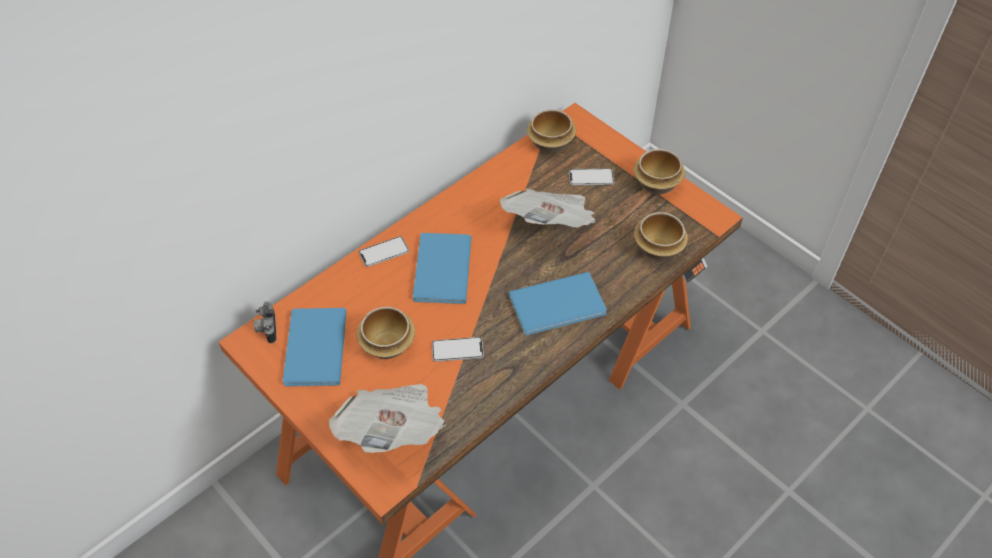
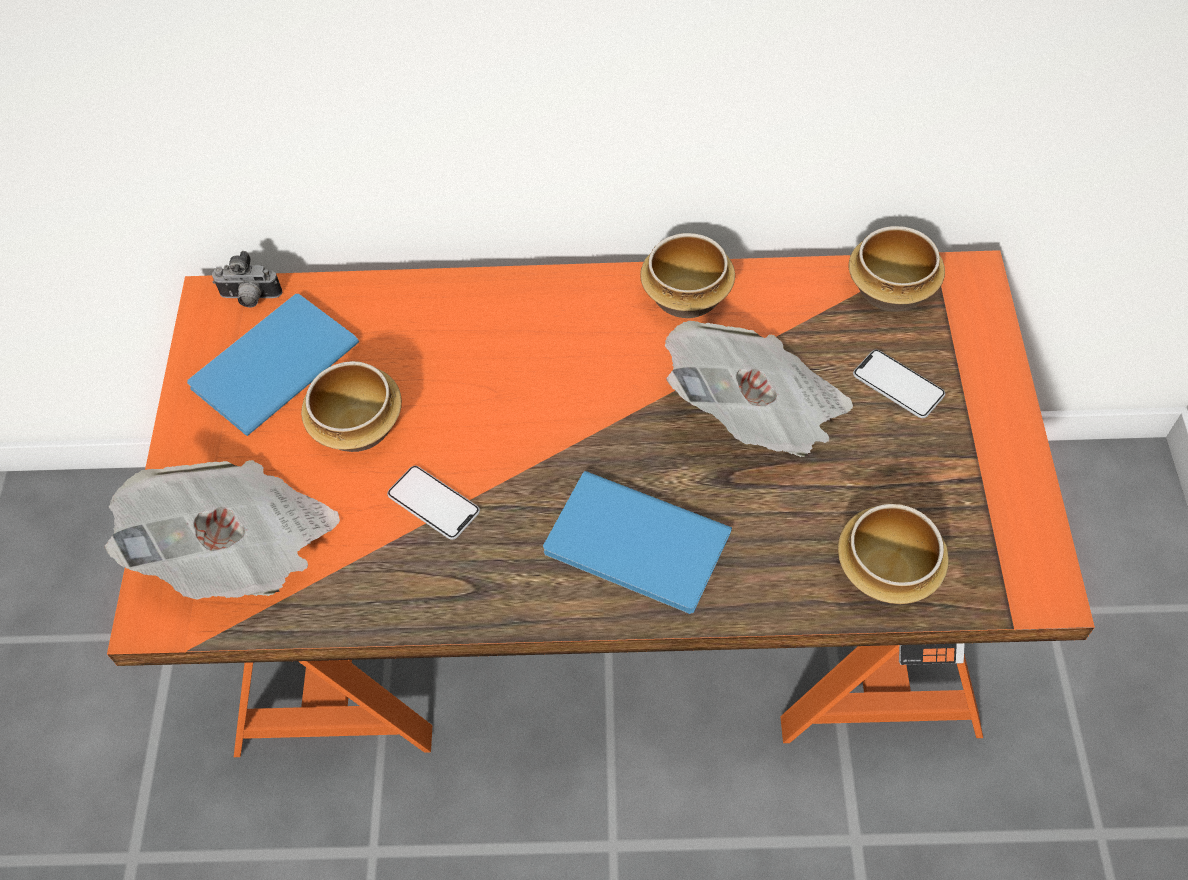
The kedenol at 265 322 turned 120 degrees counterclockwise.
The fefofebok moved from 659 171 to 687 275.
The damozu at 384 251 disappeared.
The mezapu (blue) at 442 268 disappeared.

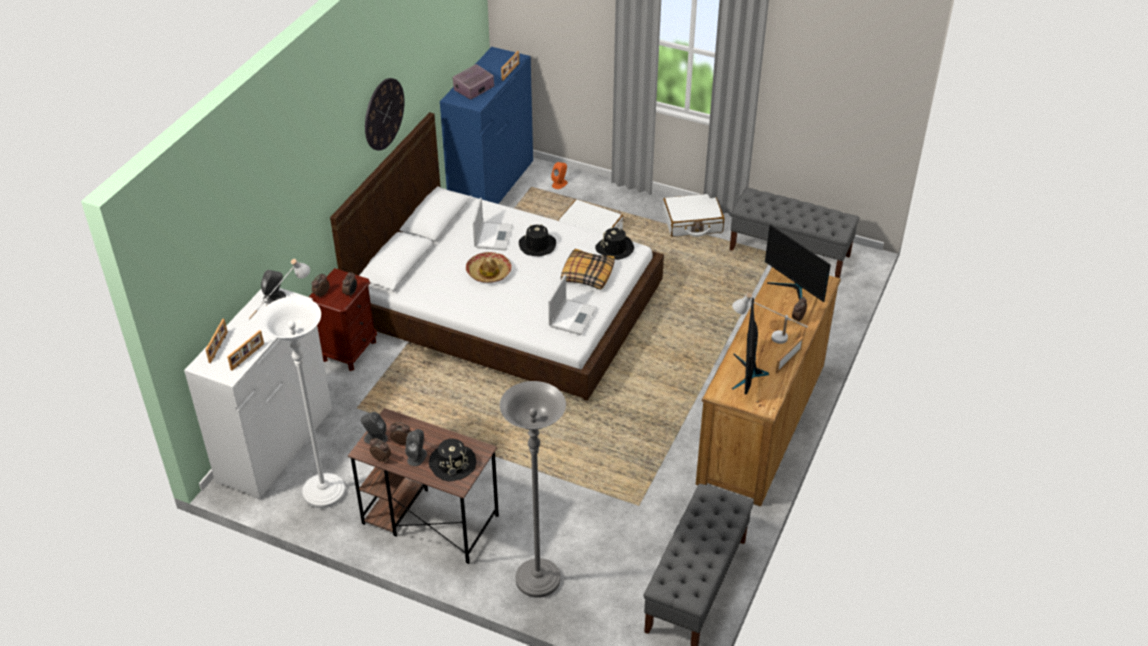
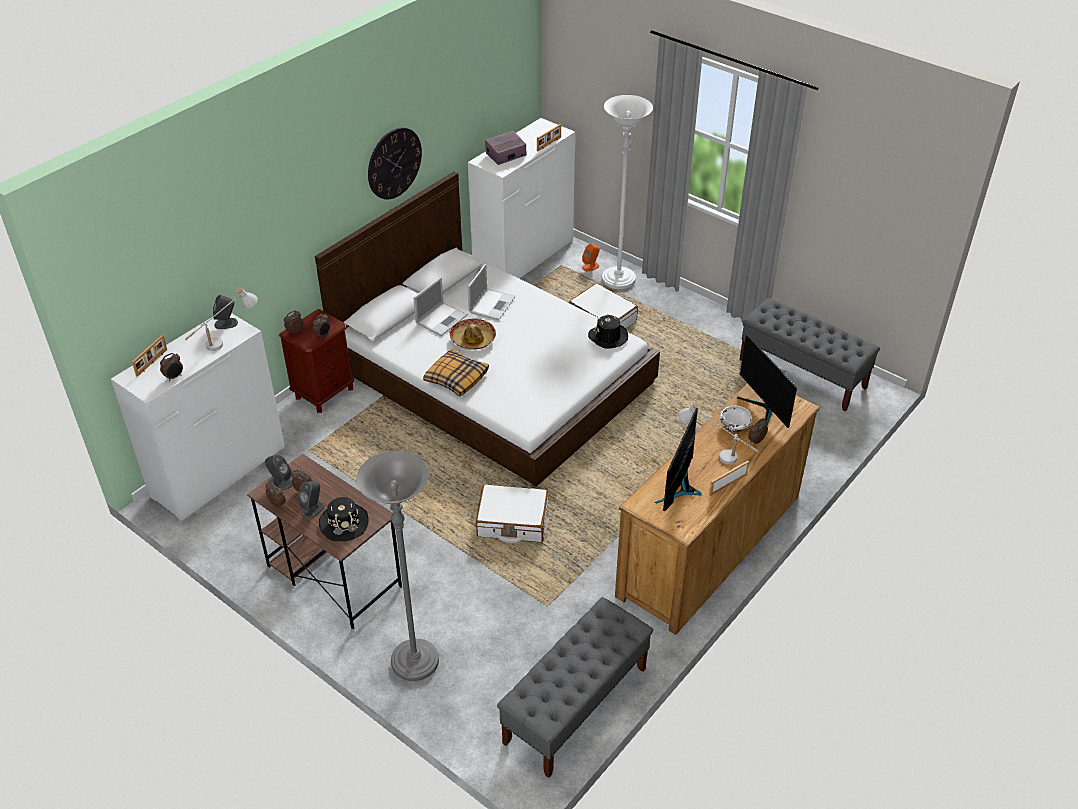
The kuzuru at 245 350 was replaced by the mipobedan at 171 367.
The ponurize moved from 572 304 to 440 306.
The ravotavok moved from 588 269 to 456 372.
The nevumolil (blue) at 486 125 became the nevumolil (white) at 521 198.
The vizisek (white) moved from 693 215 to 512 513.
The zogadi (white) moved from 302 402 to 627 192.
The fefofebok (white) at 736 419 appeared.
The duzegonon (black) at 537 240 disappeared.

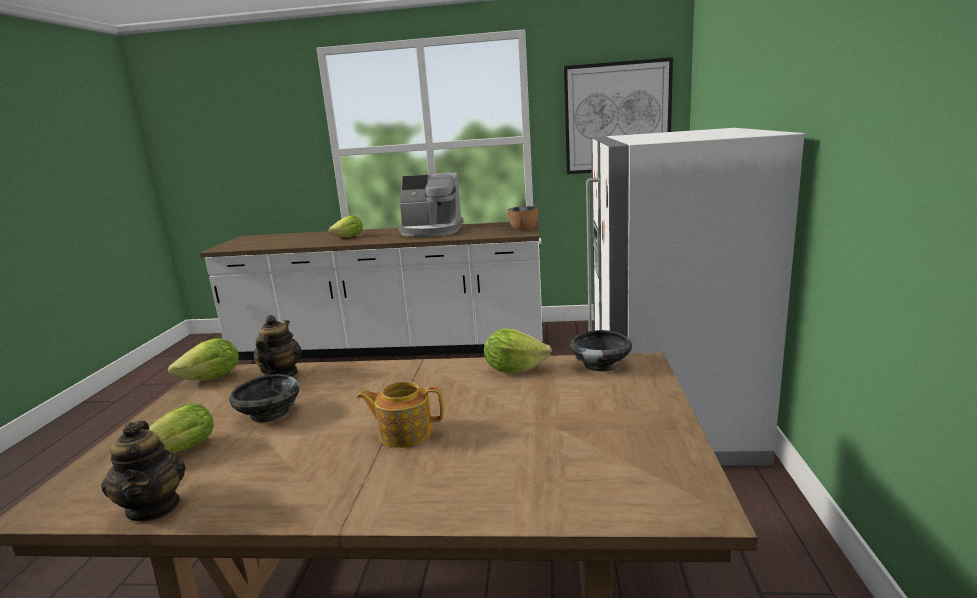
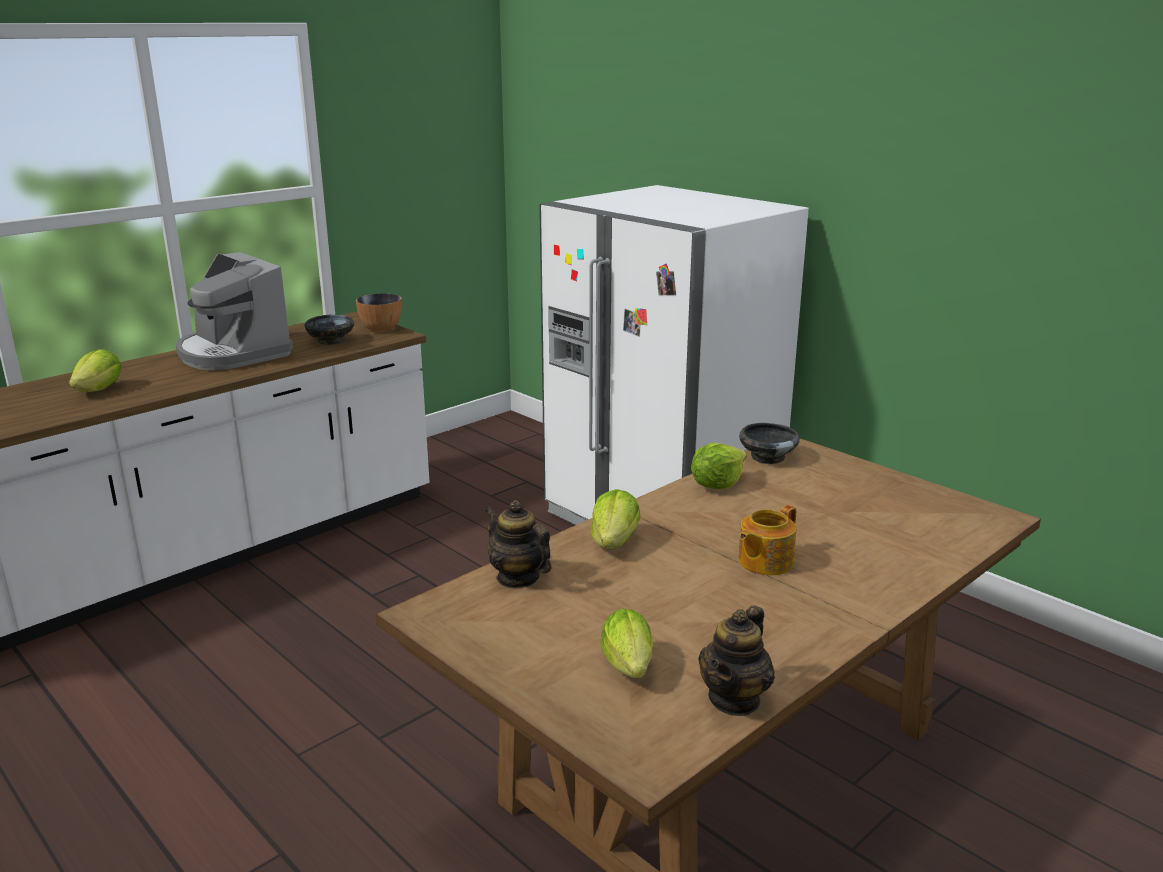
The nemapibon at 431 204 turned 90 degrees clockwise.
The fefofebok (black) moved from 264 398 to 329 330.
The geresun moved from 203 359 to 615 519.
The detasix at 143 471 turned 105 degrees clockwise.
The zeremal at 618 115 disappeared.

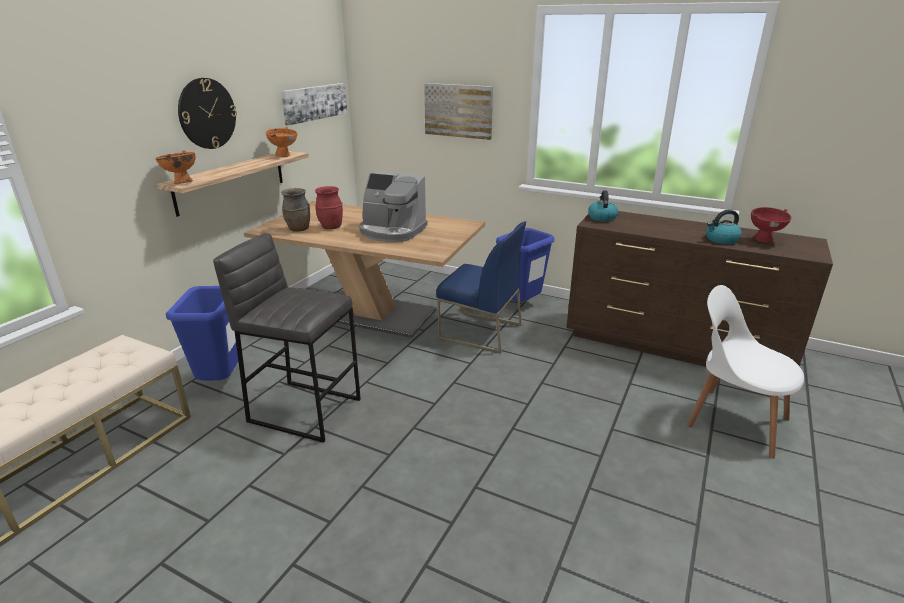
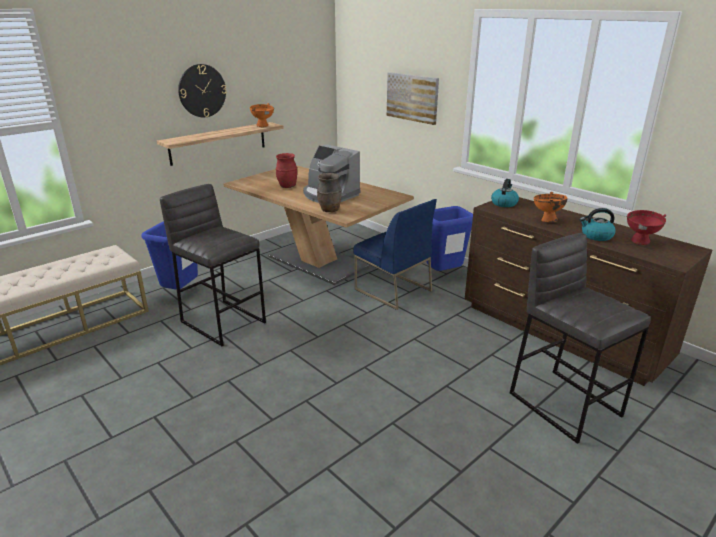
The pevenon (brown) moved from 295 210 to 329 192.
The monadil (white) at 745 372 was replaced by the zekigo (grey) at 580 338.
The fefofebok (orange) moved from 175 167 to 551 207.
The zeremal at 314 104 disappeared.

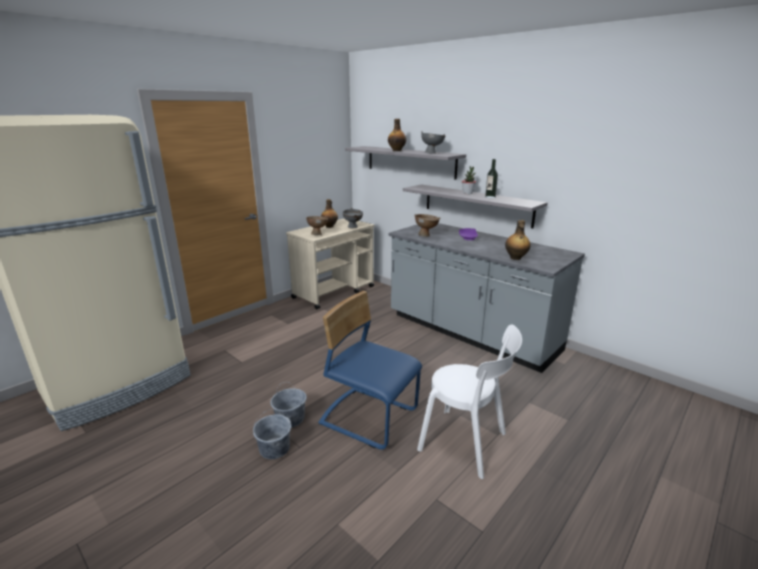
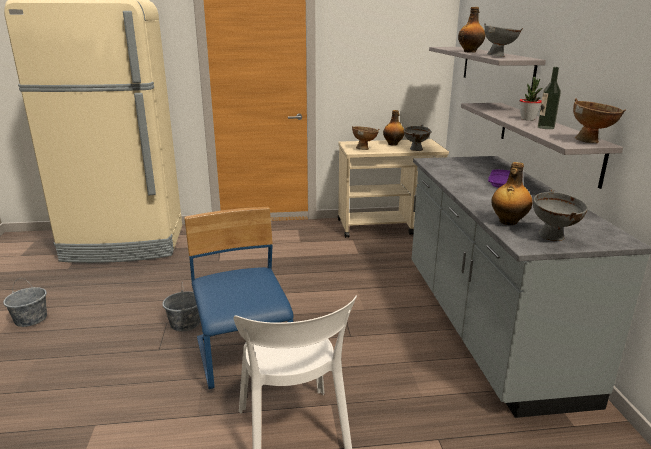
The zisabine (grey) moved from 272 434 to 25 302.
The fefofebok (grey) at 560 215 appeared.
The fefofebok (brown) moved from 428 225 to 599 120.

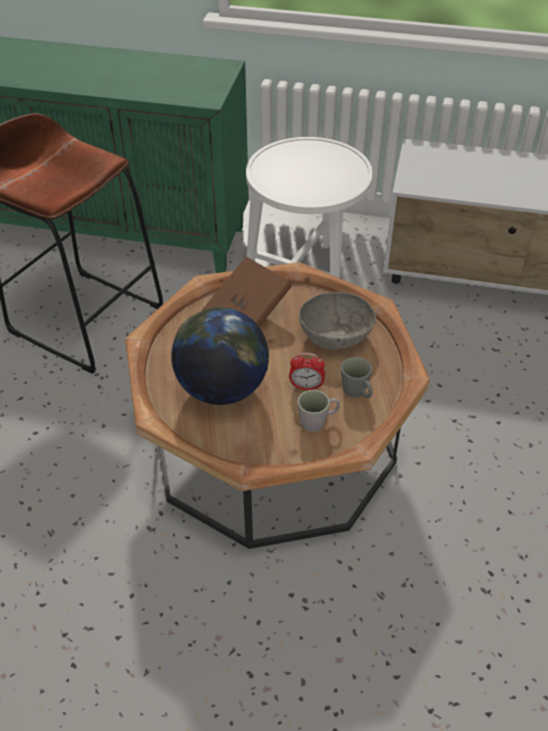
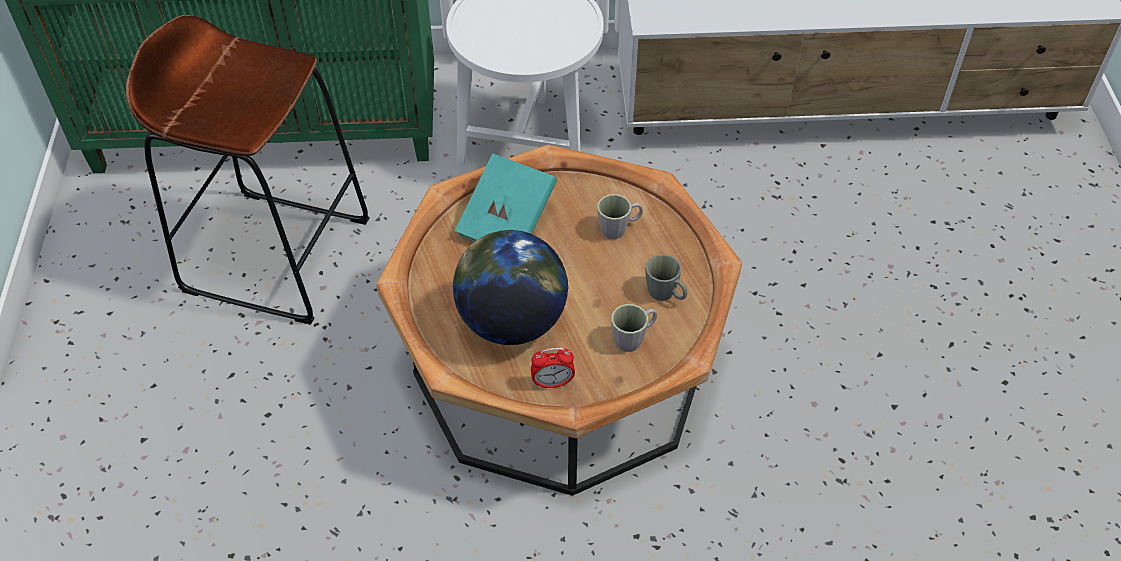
The mezapu (brown) at 246 291 became the mezapu (turquoise) at 506 197.
The mipobedan moved from 307 371 to 553 368.
The fefofebok (grey) at 337 321 was replaced by the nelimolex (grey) at 620 216.

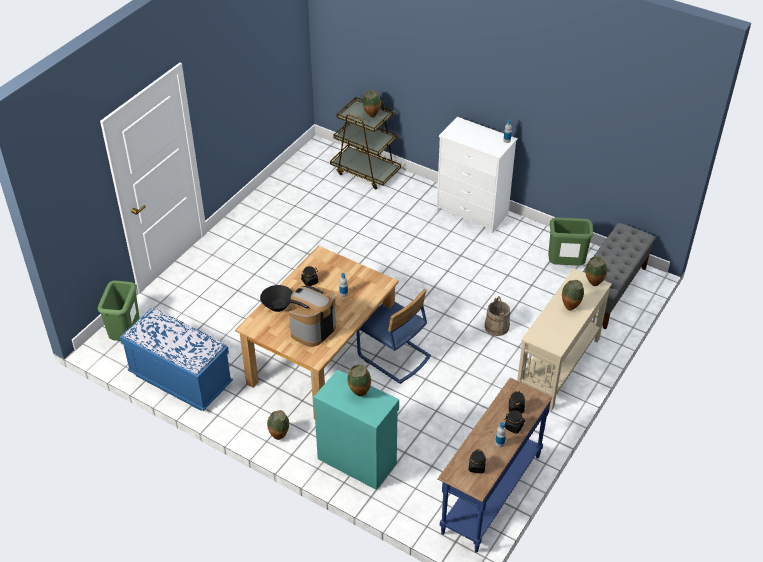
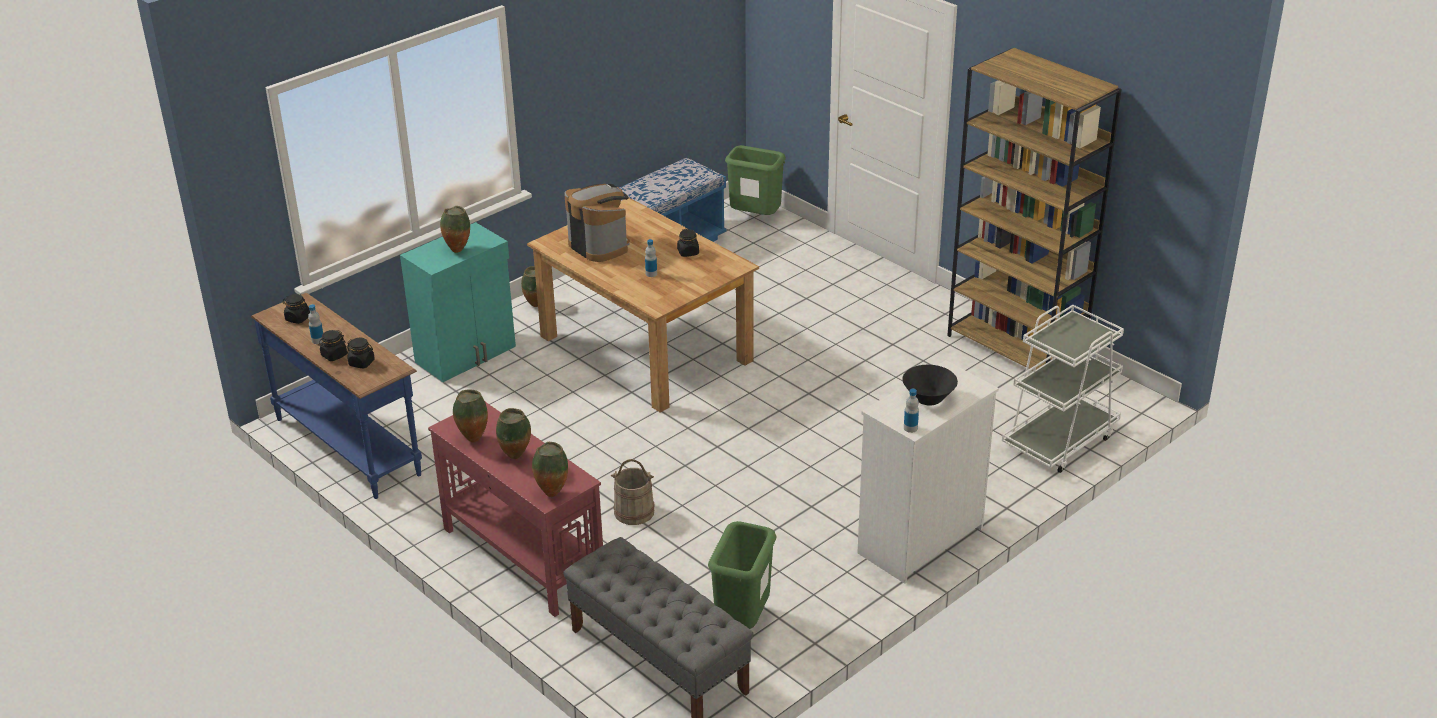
The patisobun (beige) at 564 339 became the patisobun (red) at 515 509.
The pevenon moved from 372 103 to 470 416.
The fefofebok (black) moved from 276 298 to 930 385.
The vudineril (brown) at 1034 209 appeared.
The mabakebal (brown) at 365 143 became the mabakebal (white) at 1063 389.
The monadil (blue) at 393 336 disappeared.

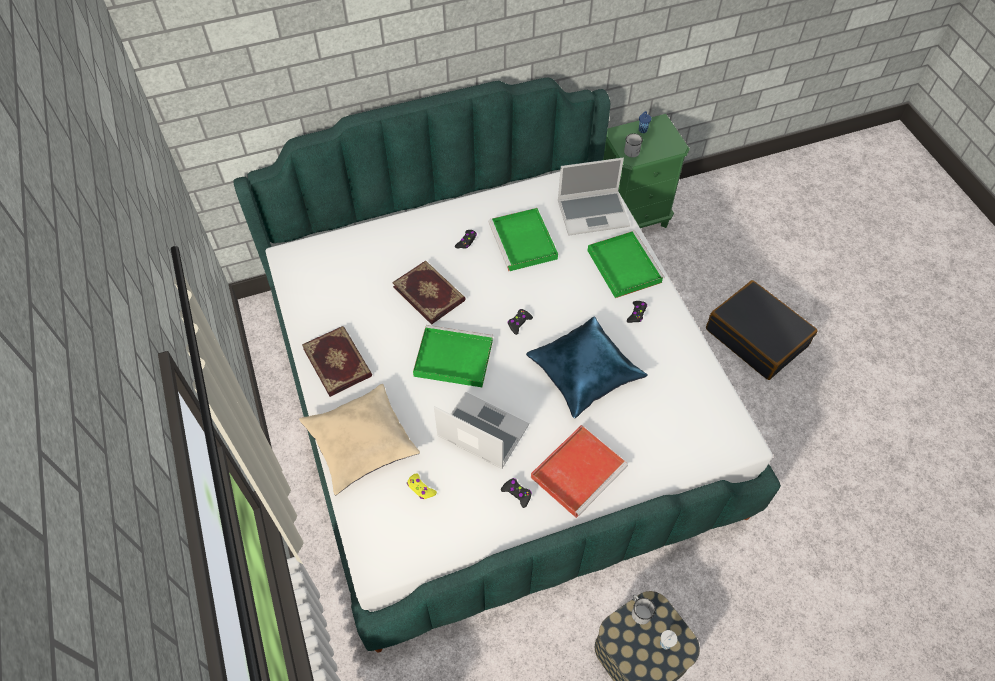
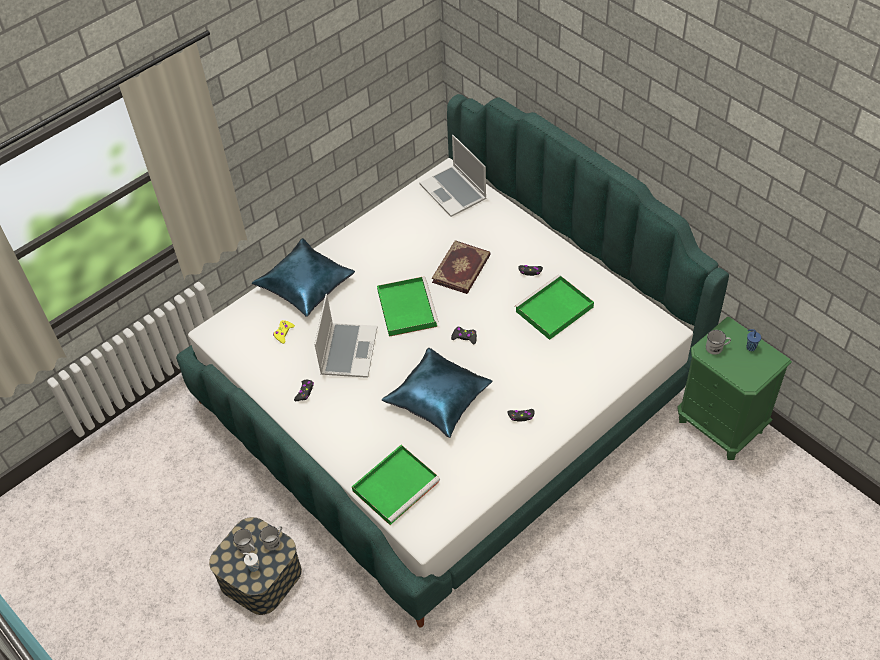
The nelimolex (white) at 244 541 appeared.
The ravotavok (beige) at 359 440 became the ravotavok (blue) at 303 277.
The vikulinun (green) moved from 626 264 to 396 485.
The ponurize moved from 594 197 to 453 176.
The mezapu at 337 361 disappeared.
The vikulinun (red) at 579 471 disappeared.
The vizisek (black) at 762 330 disappeared.

